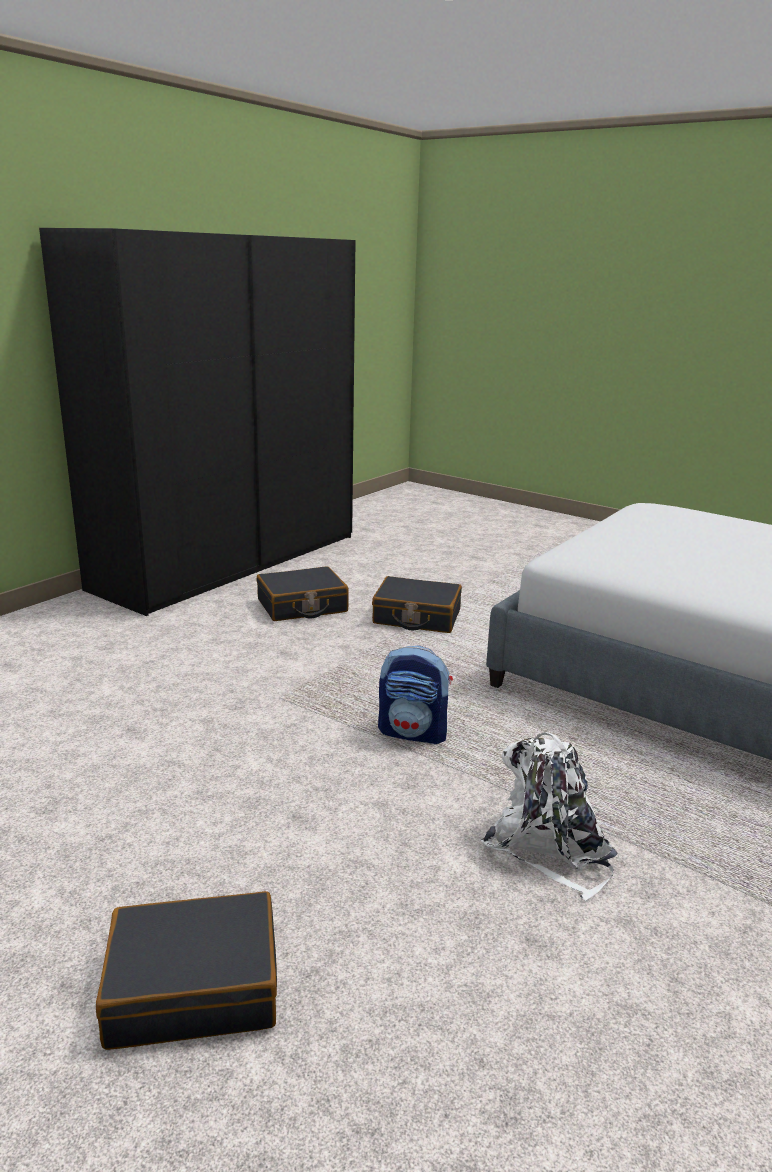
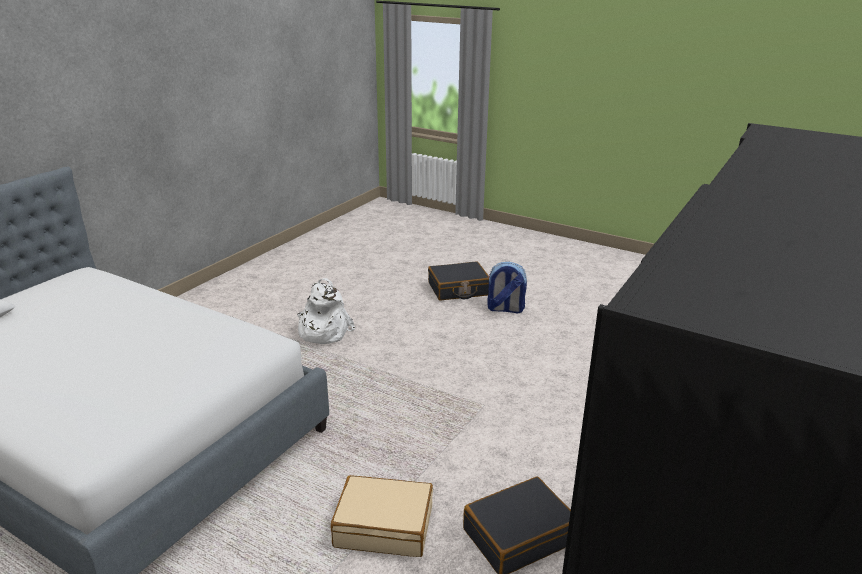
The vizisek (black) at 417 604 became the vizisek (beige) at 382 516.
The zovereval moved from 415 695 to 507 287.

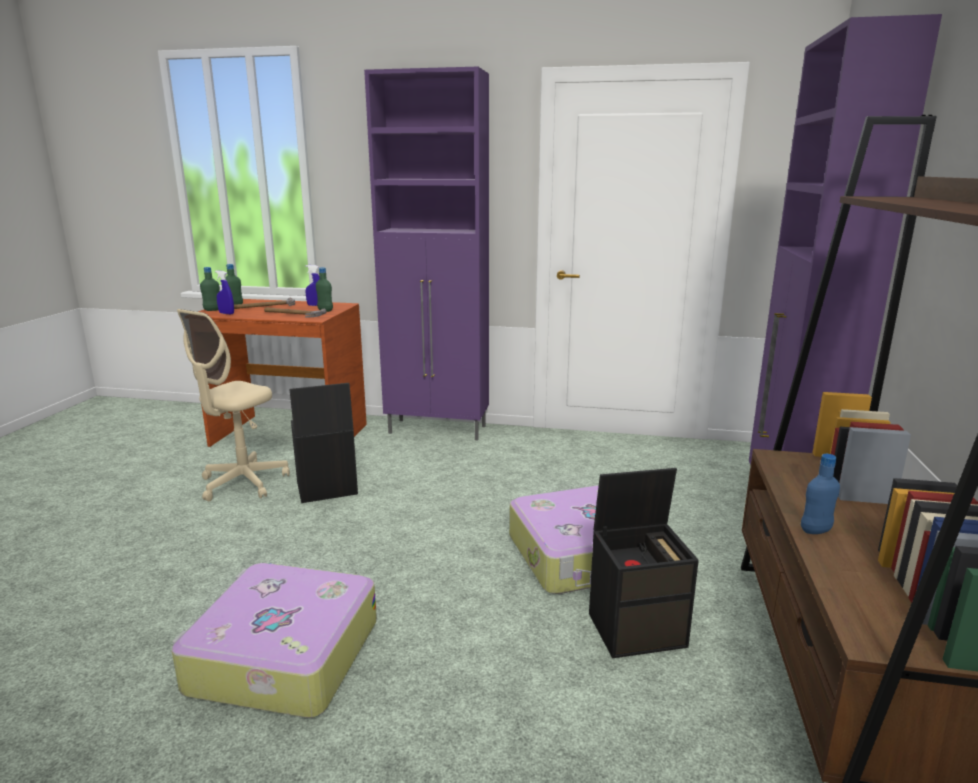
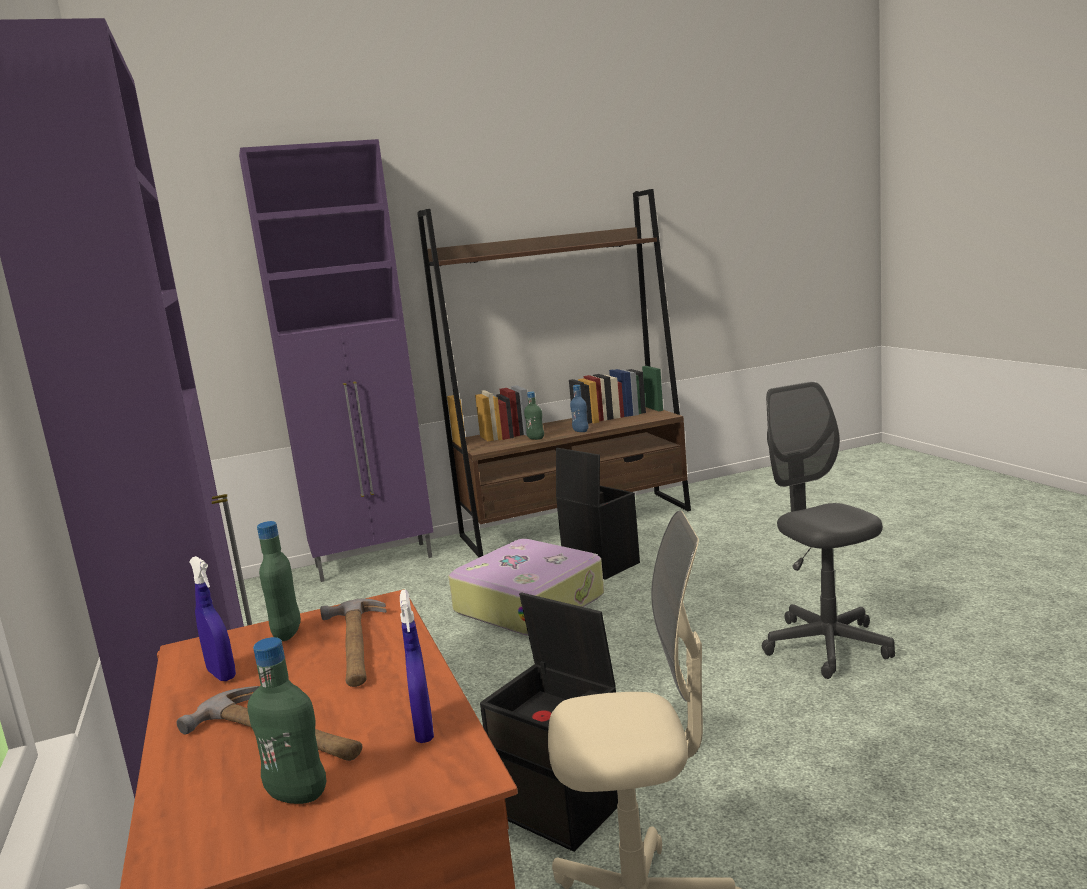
The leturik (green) moved from 210 289 to 534 415.
The vizisek at 274 640 was replaced by the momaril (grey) at 828 530.

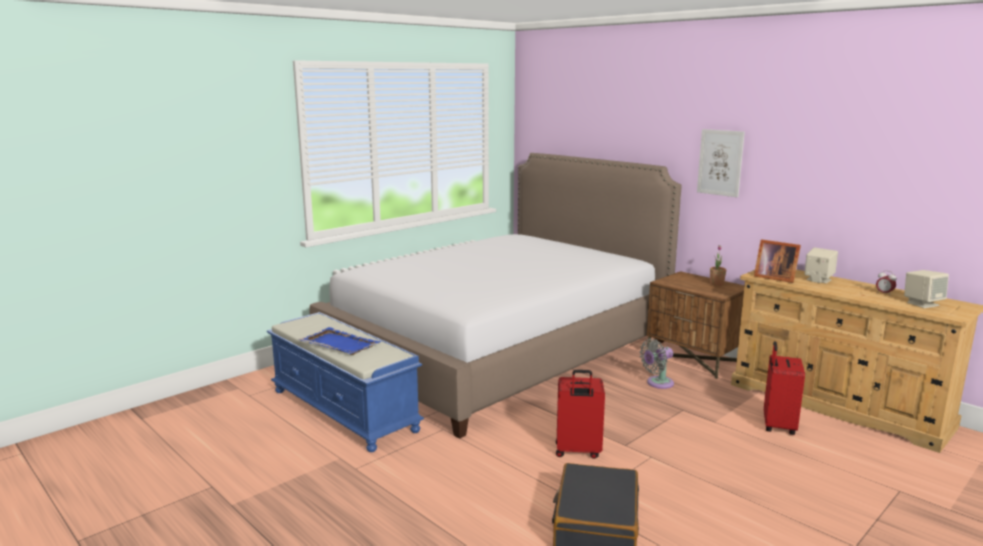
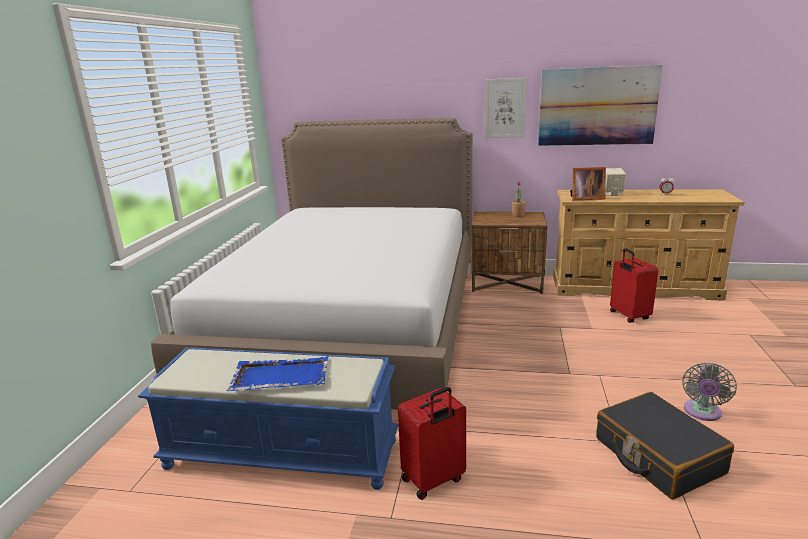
The vizisek (red) moved from 580 414 to 432 443.
The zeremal at 600 105 appeared.
The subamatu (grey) moved from 657 364 to 709 391.
The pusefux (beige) at 926 289 disappeared.

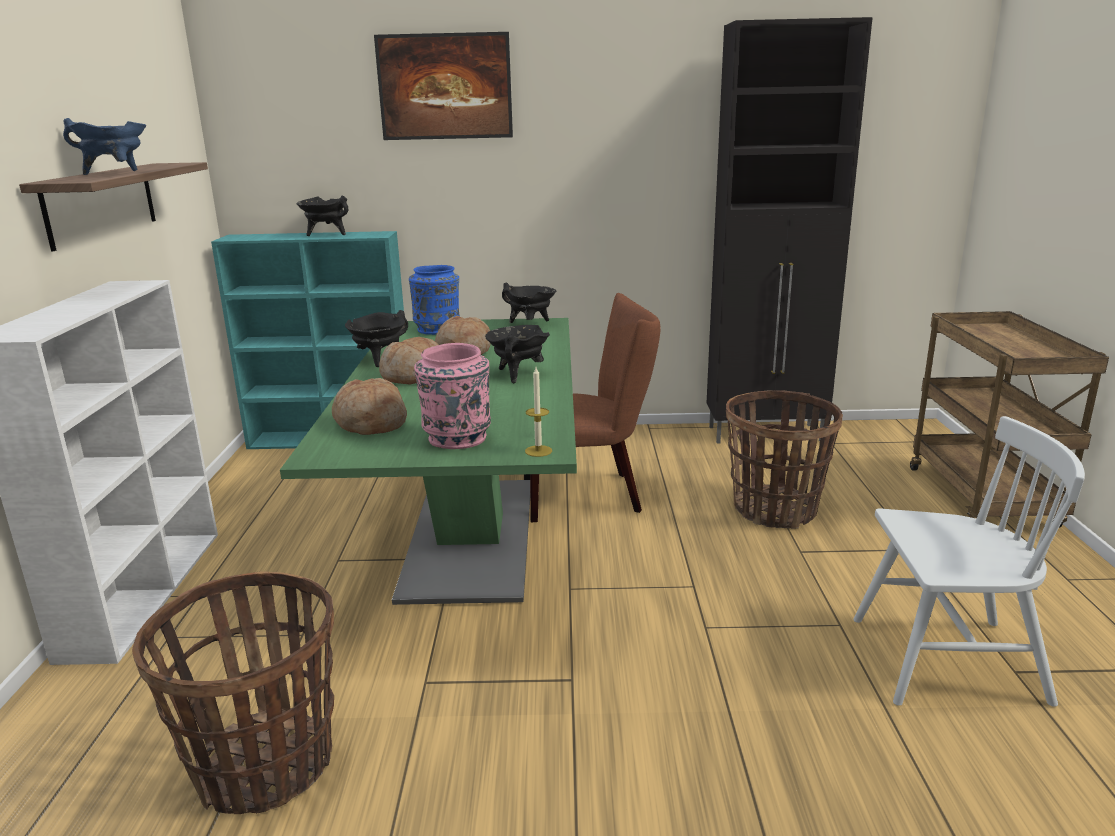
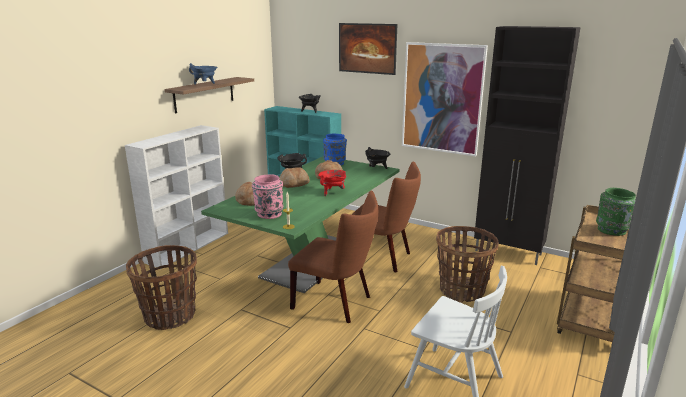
The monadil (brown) at 333 257 appeared.
The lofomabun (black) at 517 354 became the lofomabun (red) at 332 183.
The zeremal at 445 99 appeared.
The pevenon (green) at 616 212 appeared.

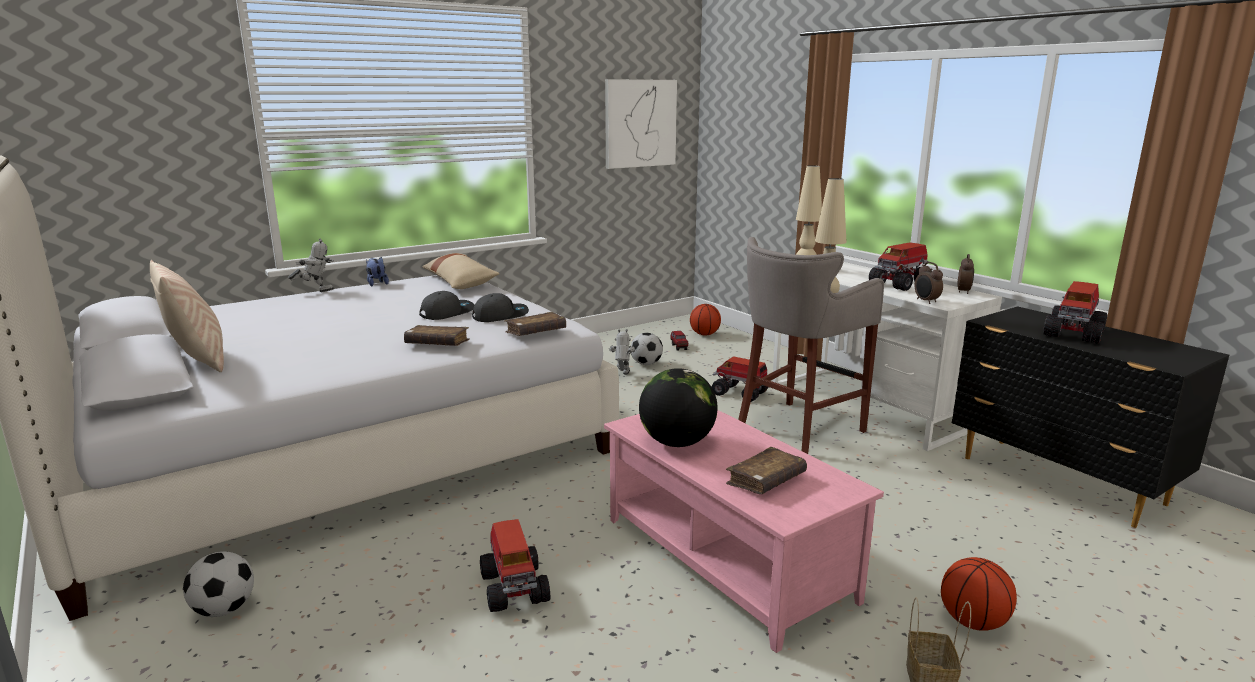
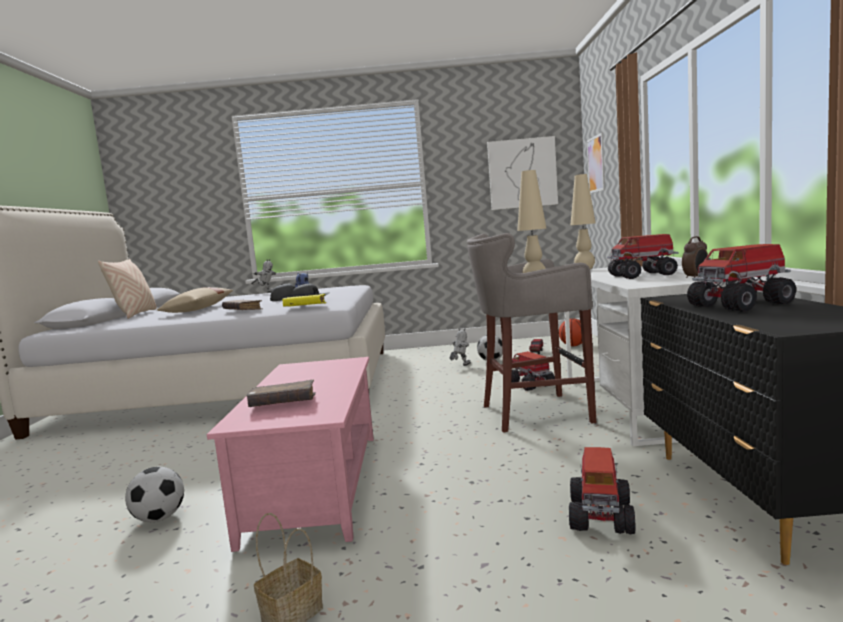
The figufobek moved from 218 584 to 154 494.
The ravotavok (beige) moved from 461 271 to 195 300.
The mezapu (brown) at 535 324 became the mezapu (yellow) at 304 300.
The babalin moved from 515 565 to 602 490.
The zeremal at 596 163 appeared.
The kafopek at 678 407 disappeared.
The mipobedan at 929 283 disappeared.
The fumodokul at 979 594 disappeared.

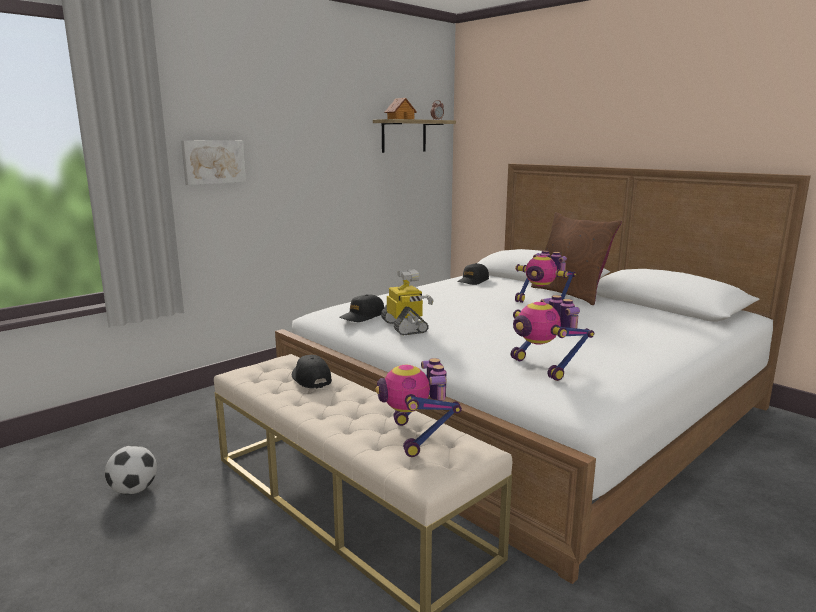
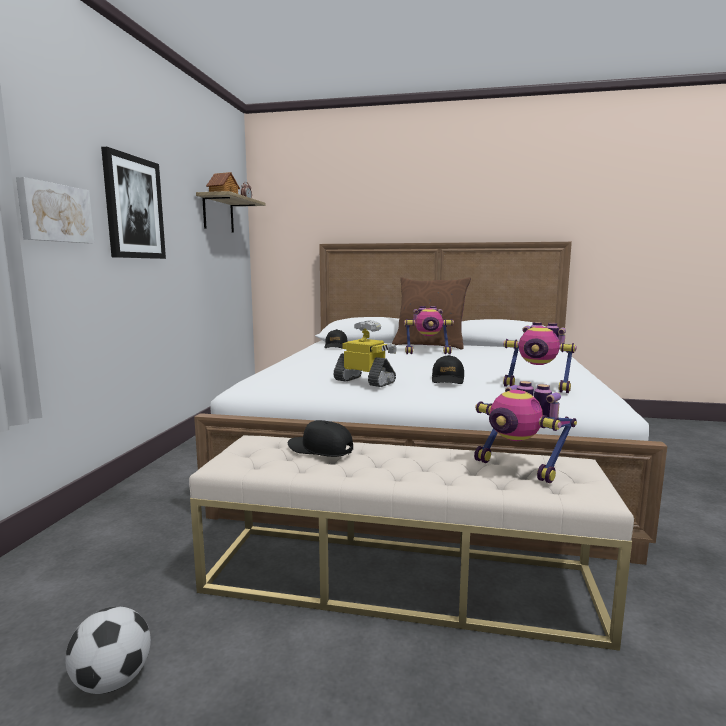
The zeremal at 133 203 appeared.
The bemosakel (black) moved from 361 308 to 448 369.

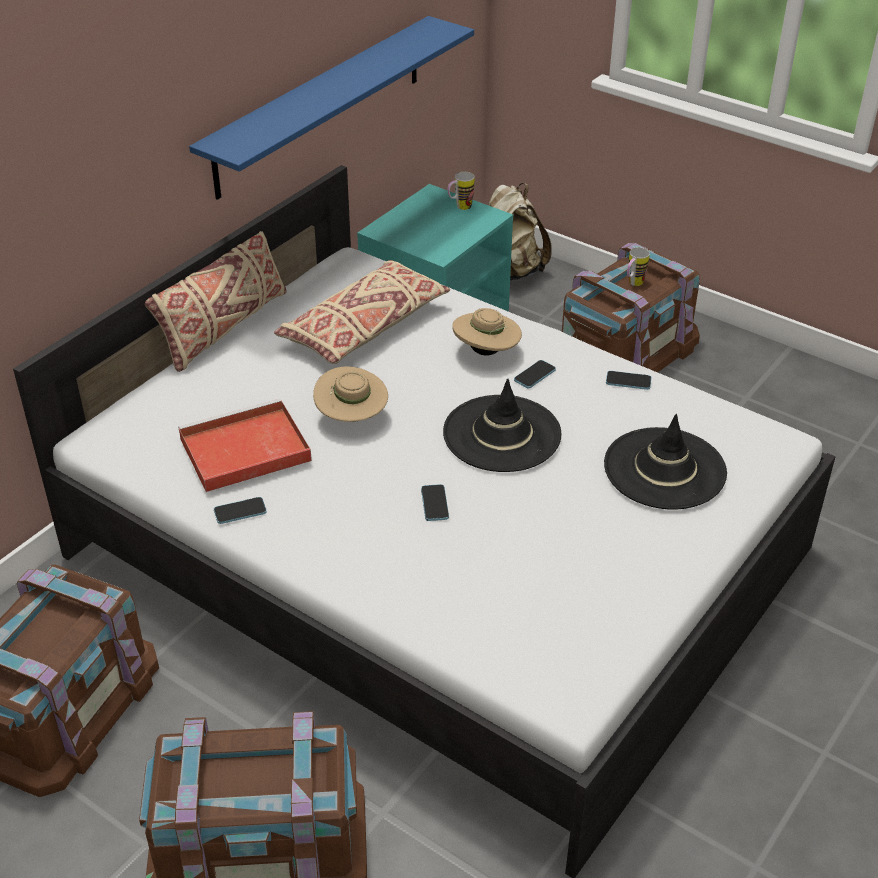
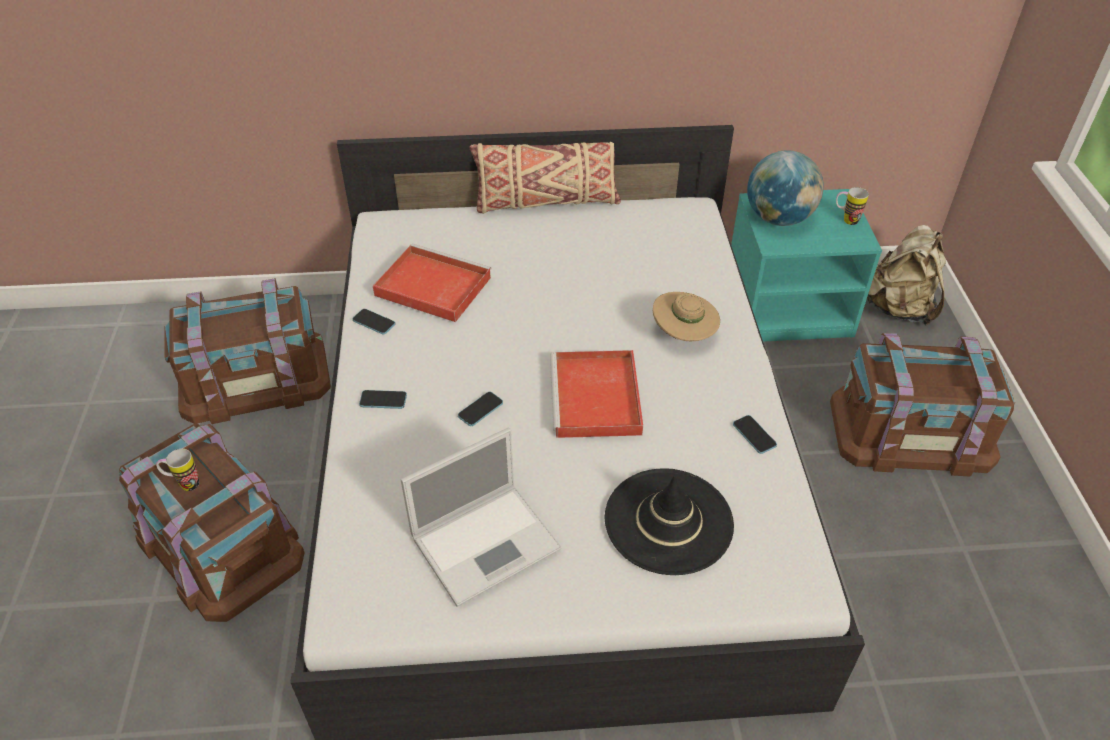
The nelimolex moved from 638 266 to 177 470.
The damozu moved from 535 374 to 383 399.
The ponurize at 481 517 appeared.
The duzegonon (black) at 502 425 was replaced by the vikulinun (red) at 596 394.
The kafopek at 785 188 appeared.
The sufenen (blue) at 331 108 disappeared.
The ravotavok (beige) at 362 312 disappeared.
The duzegonon (beige) at 350 394 disappeared.

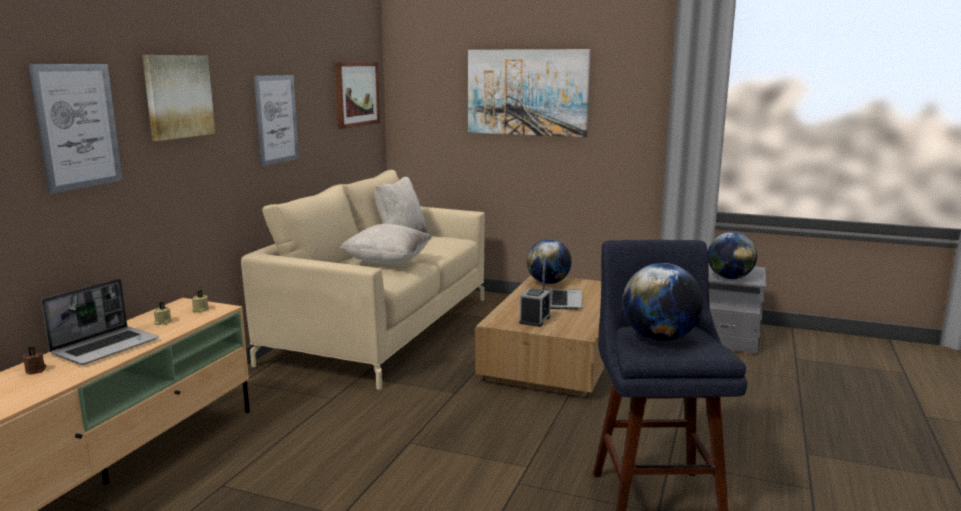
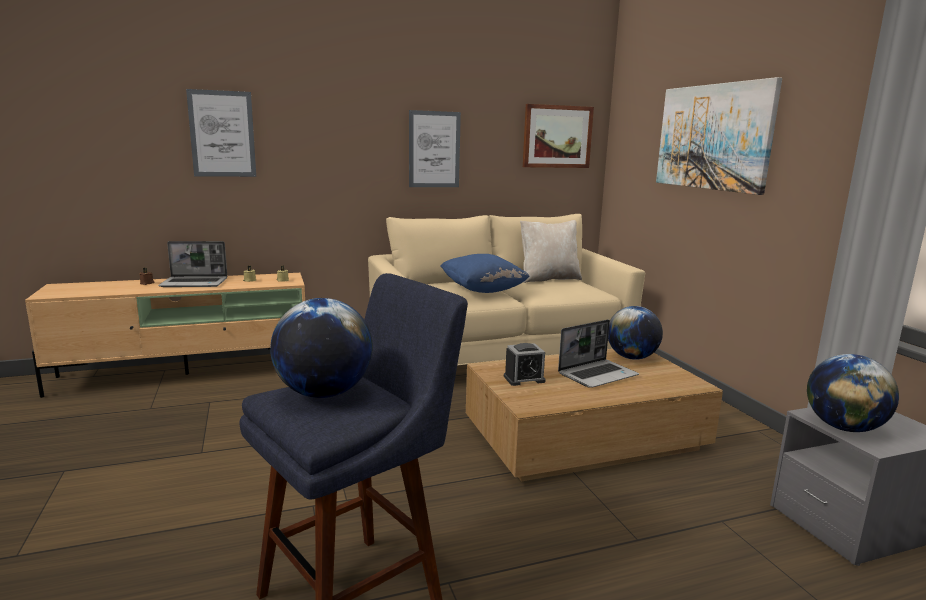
The ravotavok (beige) at 386 244 became the ravotavok (blue) at 485 273.
The zeremal at 178 98 disappeared.

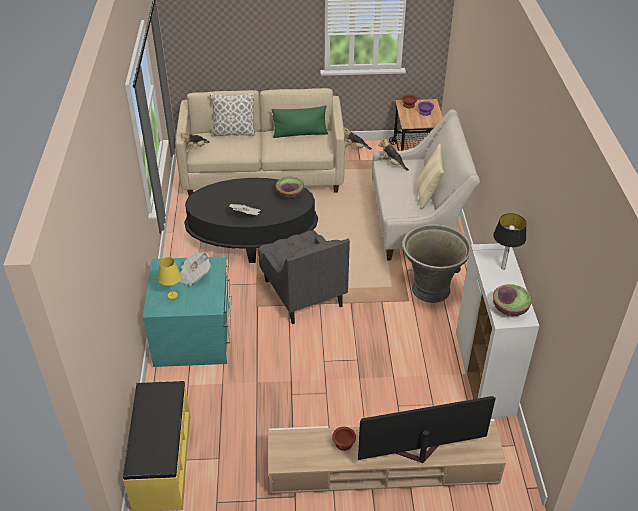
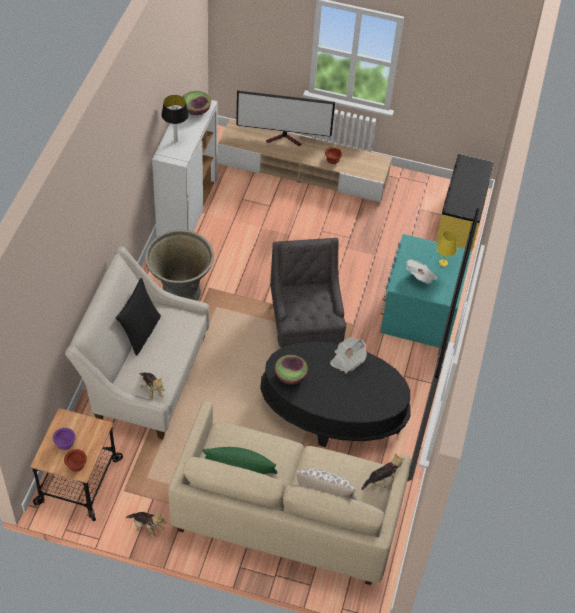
The ravotavok (beige) at 430 176 became the ravotavok (black) at 138 317.

